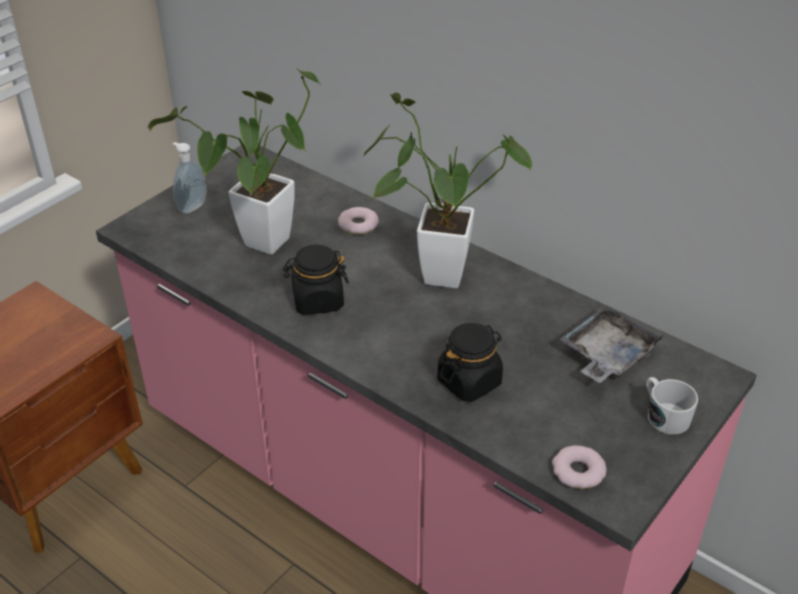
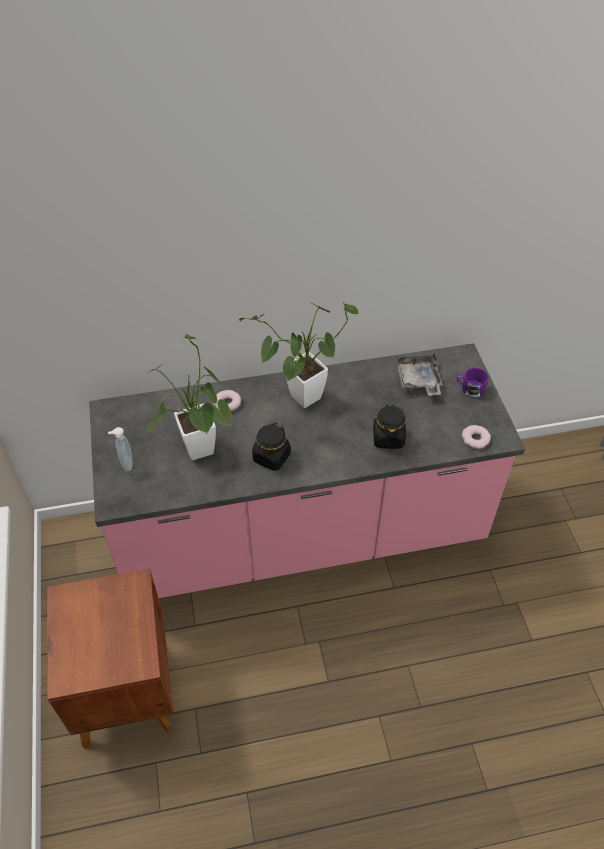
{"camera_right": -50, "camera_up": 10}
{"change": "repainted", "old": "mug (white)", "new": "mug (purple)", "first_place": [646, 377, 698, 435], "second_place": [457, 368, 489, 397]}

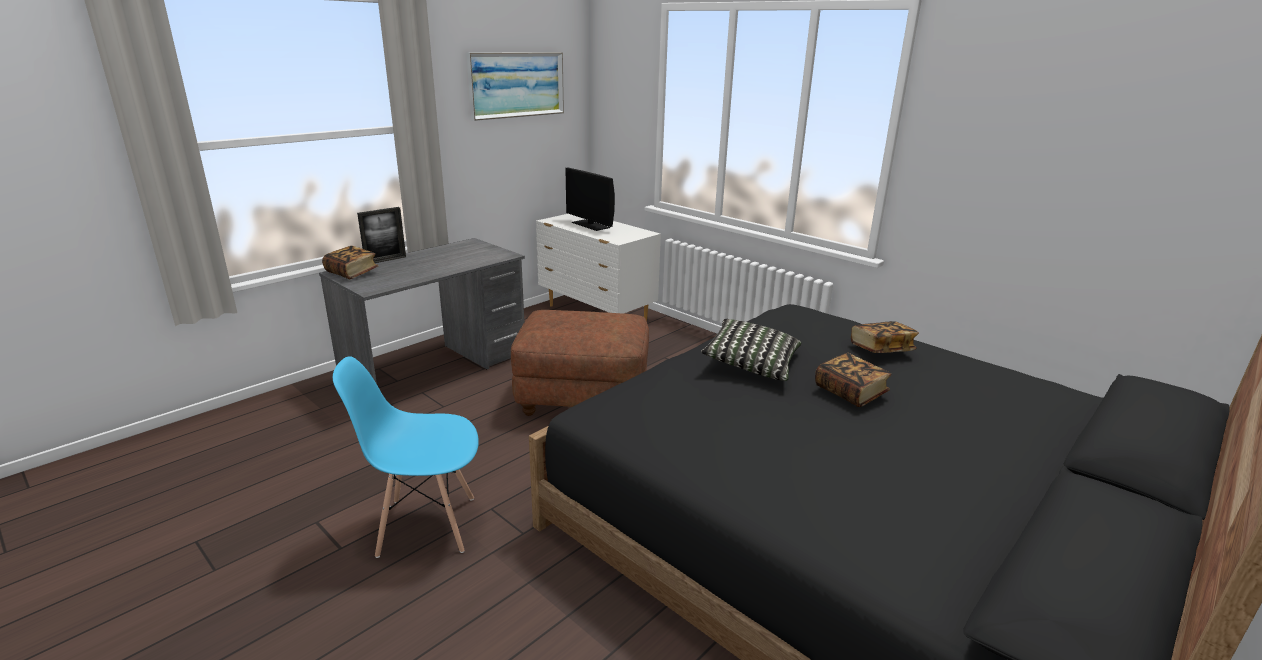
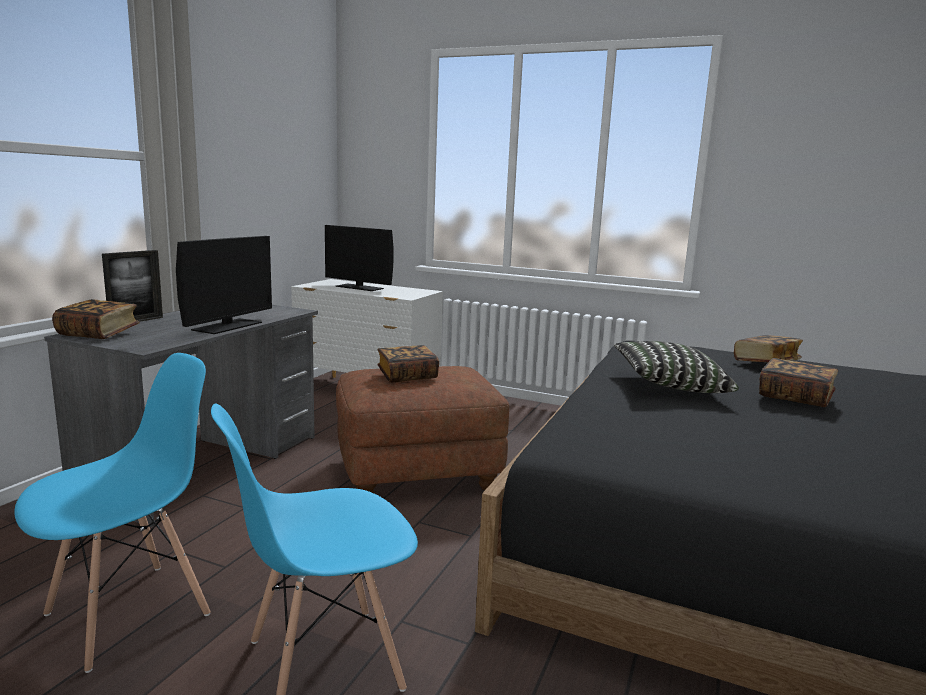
{"camera_right": -20, "camera_up": -10}
{"change": "gone", "old": "picture", "first_place": [466, 52, 564, 121]}
{"change": "new", "new": "monitor", "second_place": [176, 236, 272, 334]}
{"change": "new", "new": "book", "second_place": [377, 345, 439, 383]}
{"change": "new", "new": "chair (blue)", "second_place": [14, 353, 211, 673]}

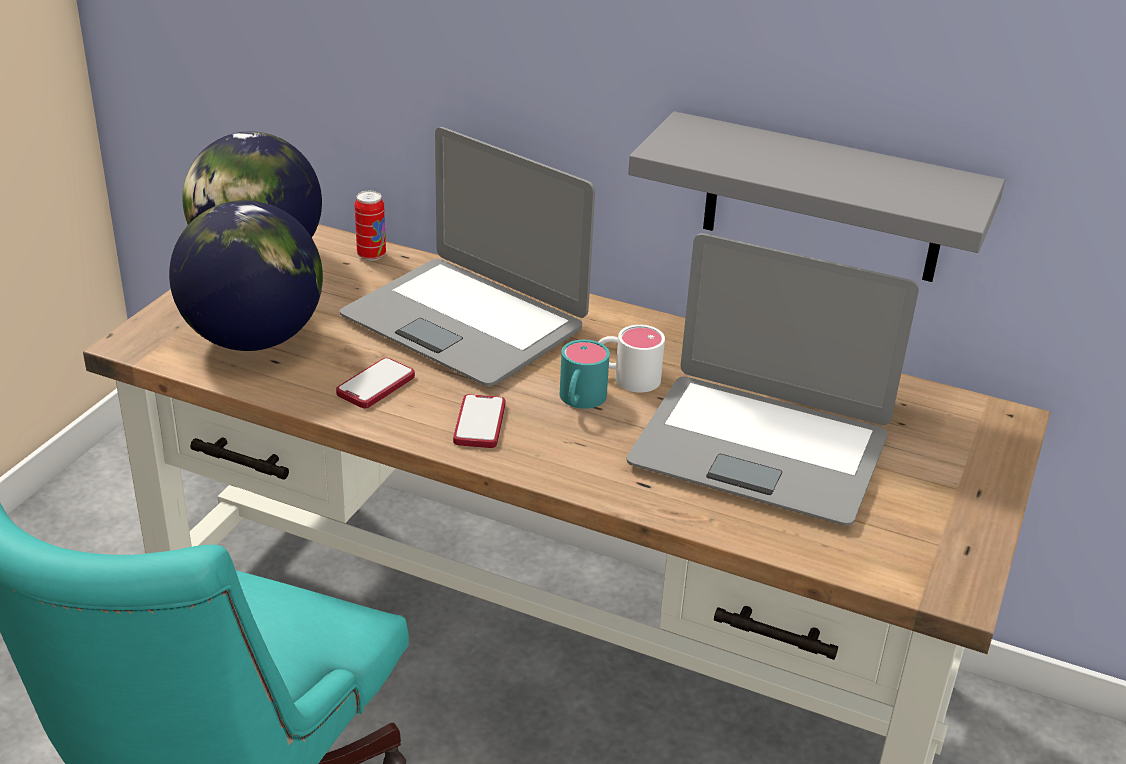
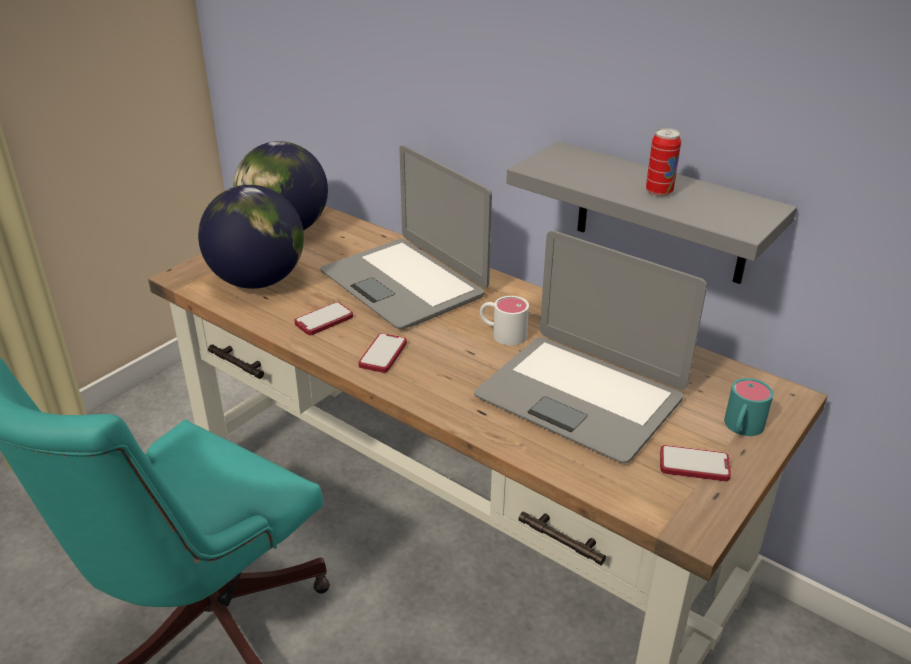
{"camera_right": 15, "camera_up": 0}
{"change": "shifted", "old": "can", "first_place": [355, 191, 386, 261], "second_place": [646, 128, 681, 197]}
{"change": "shifted", "old": "mug (turquoise)", "first_place": [560, 340, 610, 409], "second_place": [724, 378, 773, 436]}
{"change": "new", "new": "phone", "second_place": [660, 445, 731, 481]}

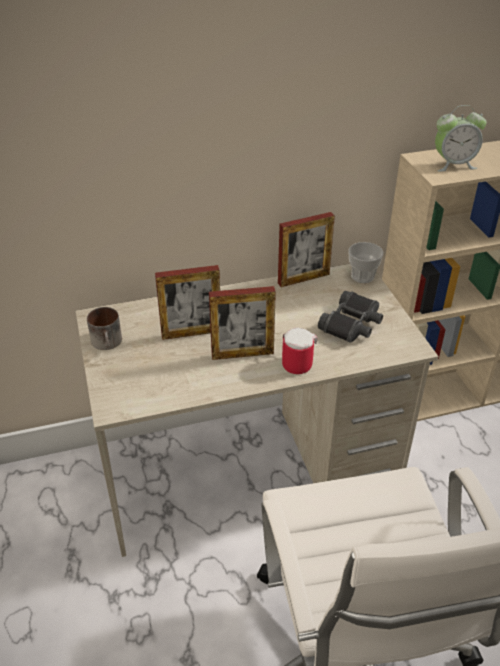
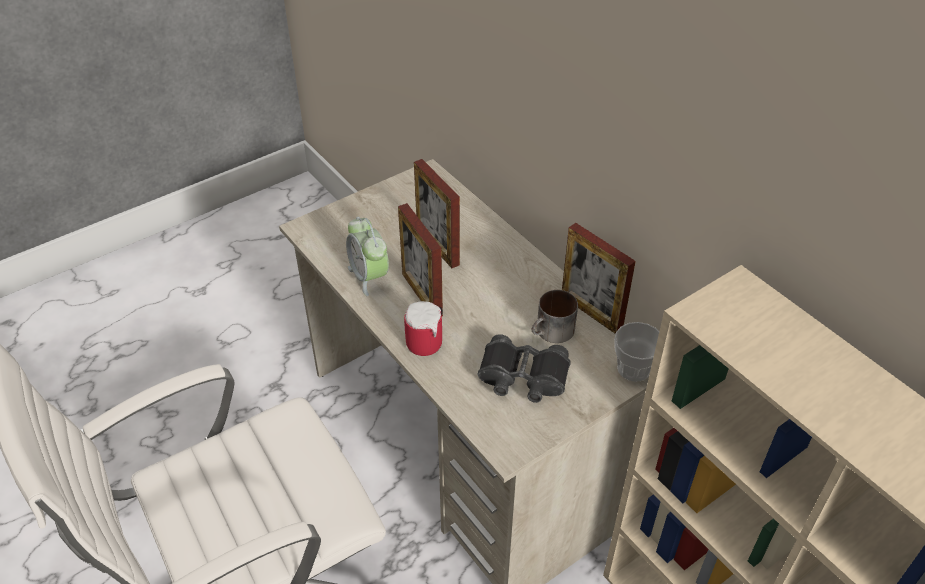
{"camera_right": 70, "camera_up": 5}
{"change": "shifted", "old": "alarm clock", "first_place": [435, 105, 486, 172], "second_place": [346, 216, 389, 296]}
{"change": "shifted", "old": "mug", "first_place": [87, 307, 122, 350], "second_place": [532, 290, 578, 343]}

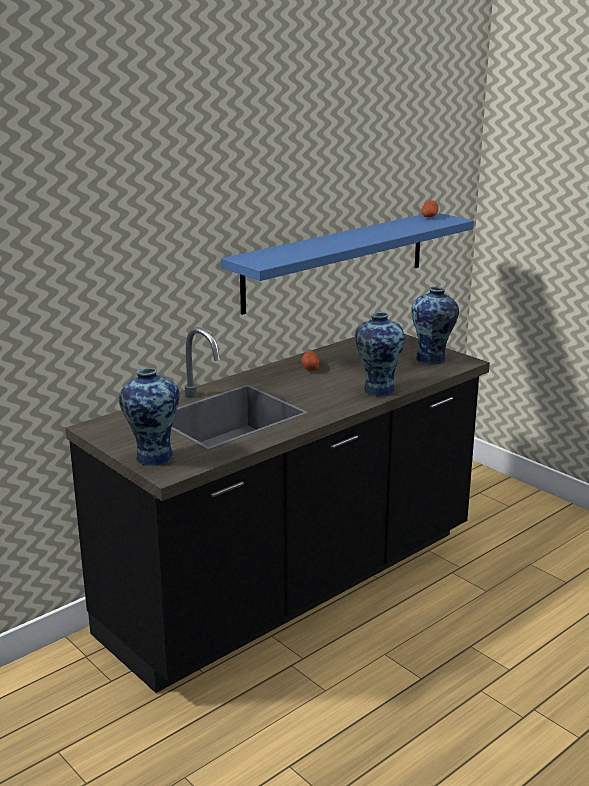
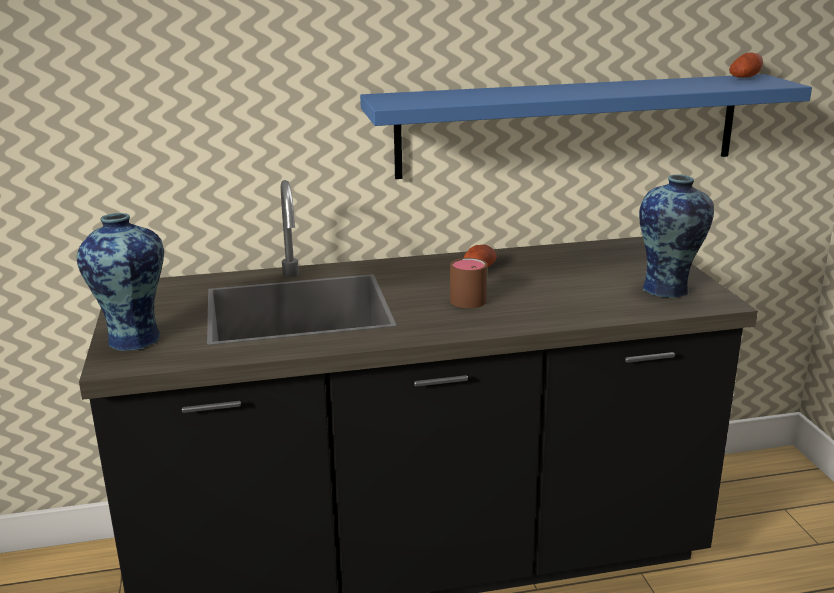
{"camera_right": 30, "camera_up": 0}
{"change": "gone", "old": "vase", "first_place": [355, 312, 405, 396]}
{"change": "new", "new": "mug (brown)", "second_place": [450, 258, 487, 308]}

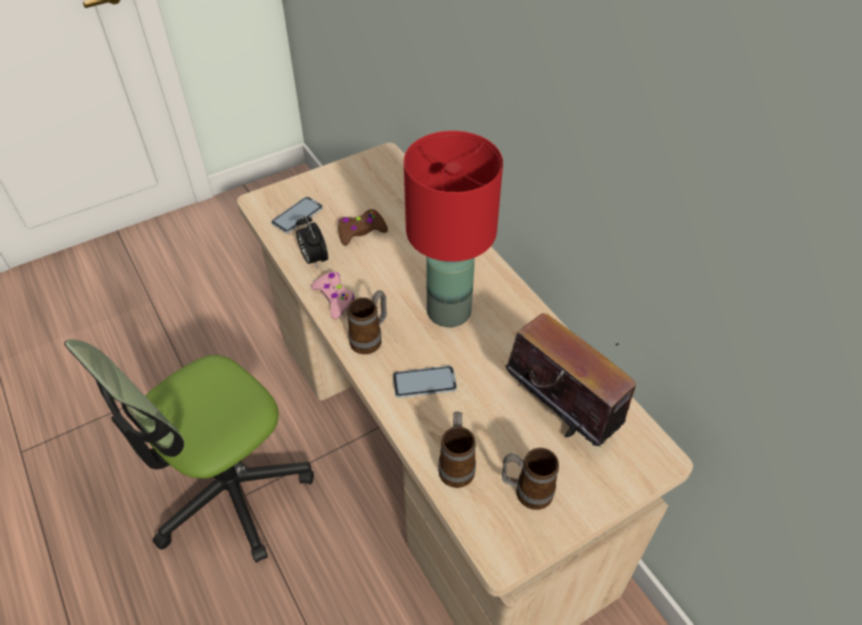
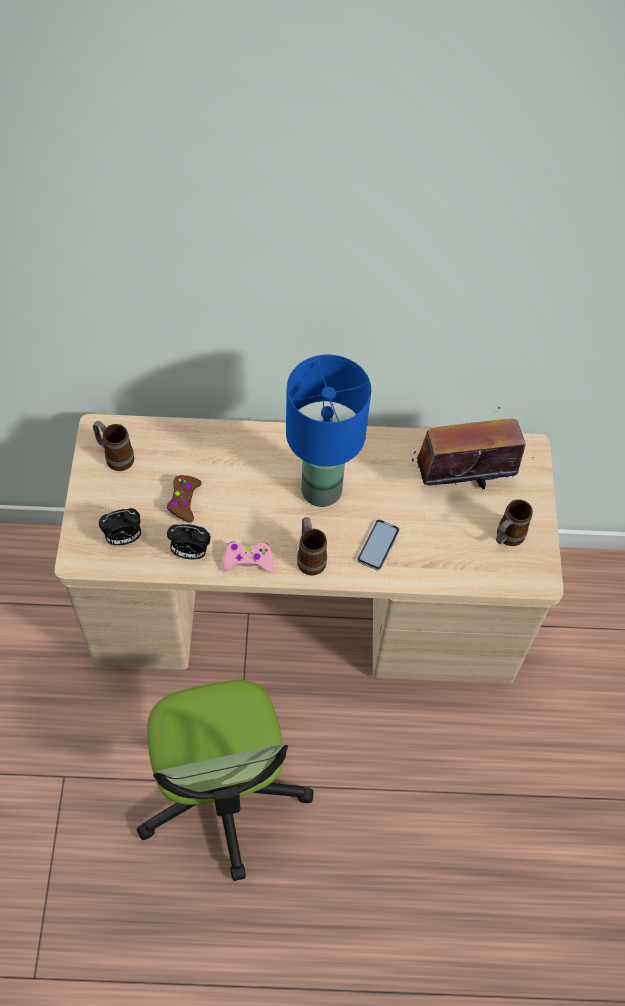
{"camera_right": -60, "camera_up": 10}
{"change": "repainted", "old": "table lamp (red)", "new": "table lamp (blue)", "first_place": [404, 131, 503, 327], "second_place": [286, 355, 371, 507]}
{"change": "swapped", "old": "phone", "new": "alarm clock", "first_place": [271, 197, 323, 233], "second_place": [99, 508, 141, 546]}
{"change": "shifted", "old": "mug", "first_place": [438, 411, 476, 488], "second_place": [93, 421, 134, 471]}

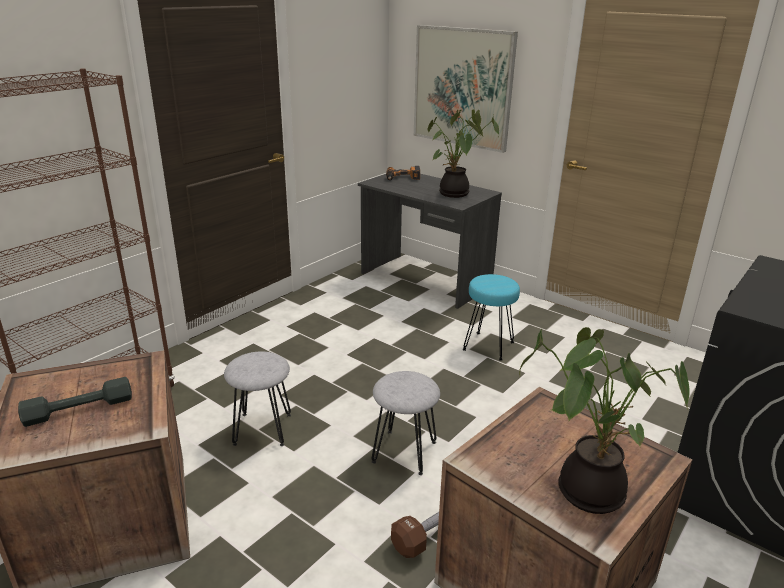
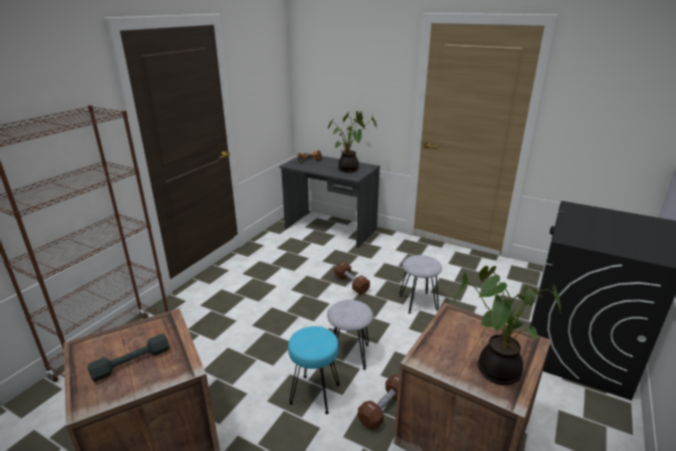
{"camera_right": -10, "camera_up": 0}
{"change": "gone", "old": "picture", "first_place": [414, 25, 518, 153]}
{"change": "shifted", "old": "stool (turquoise)", "first_place": [463, 274, 520, 361], "second_place": [288, 326, 340, 414]}
{"change": "shifted", "old": "stool (grey)", "first_place": [224, 351, 291, 446], "second_place": [400, 255, 442, 314]}
{"change": "new", "new": "dumbbell (brown)", "second_place": [334, 261, 370, 295]}

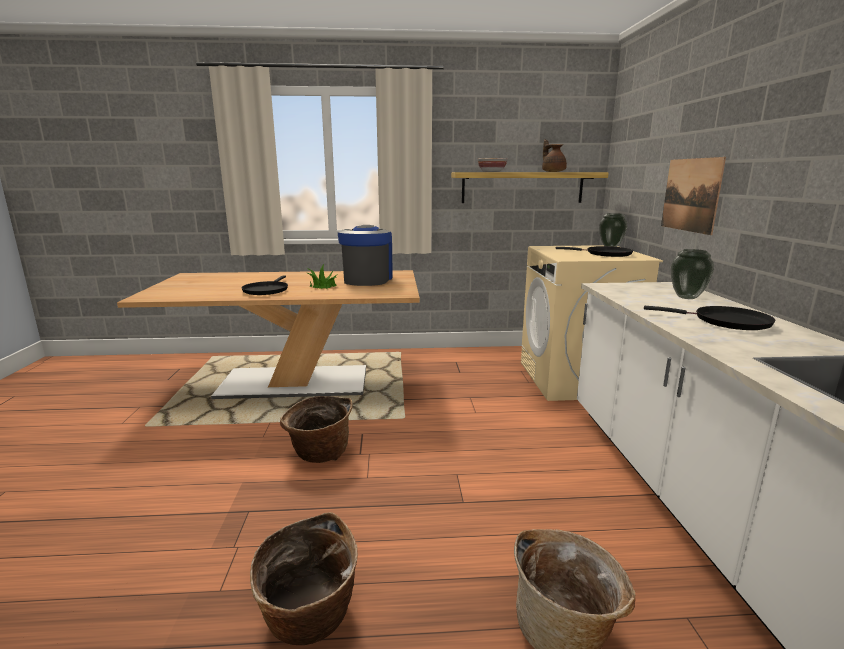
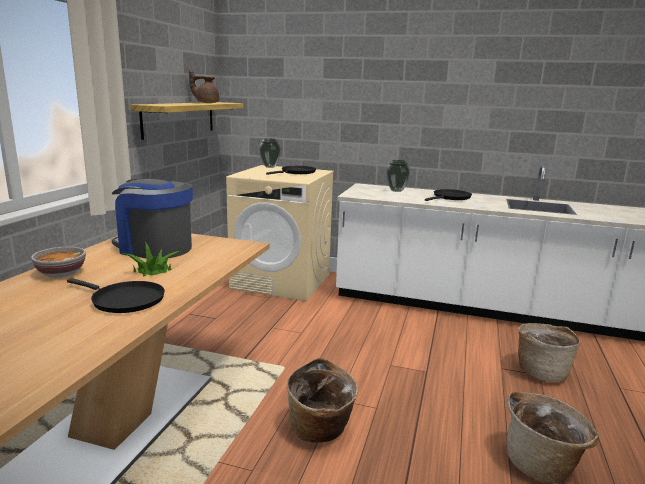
{"camera_right": -70, "camera_up": 0}
{"change": "gone", "old": "picture", "first_place": [661, 157, 726, 235]}
{"change": "shifted", "old": "bowl", "first_place": [478, 158, 507, 172], "second_place": [31, 247, 86, 277]}

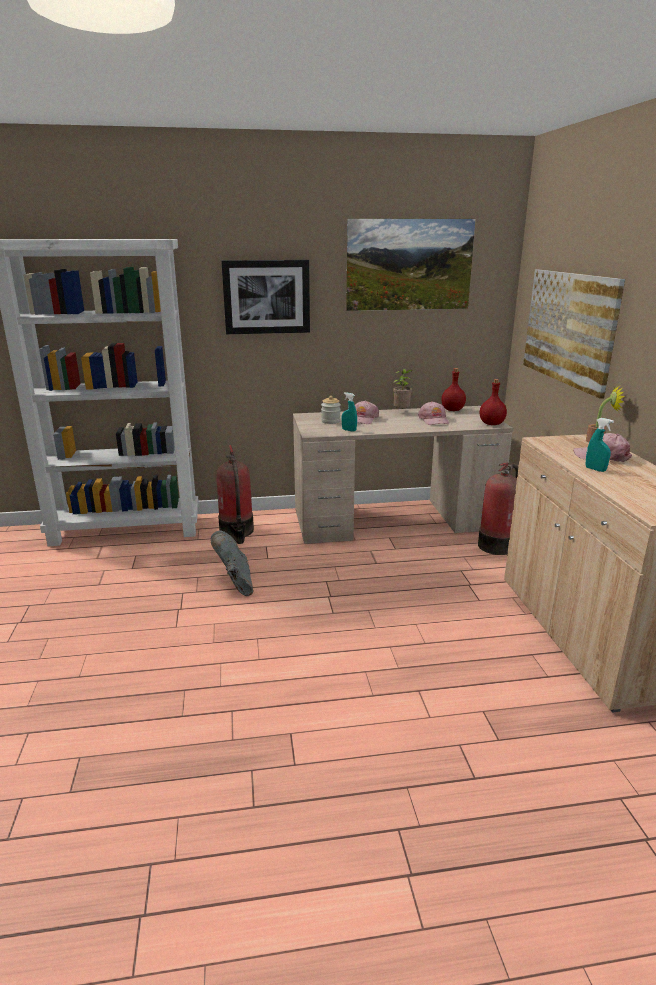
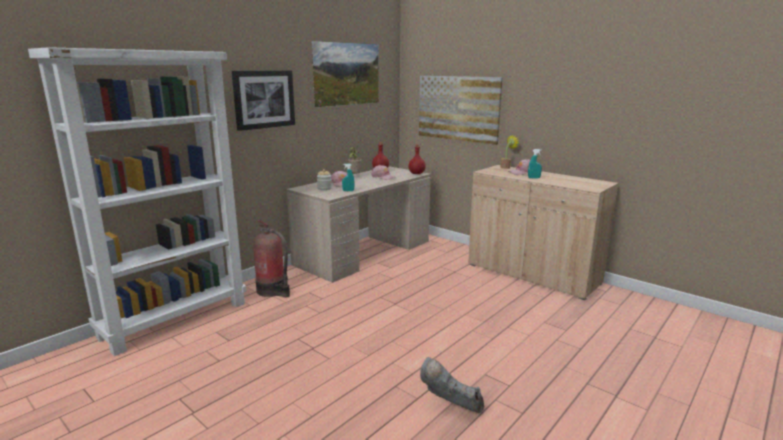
{"camera_right": -40, "camera_up": -5}
{"change": "gone", "old": "fire extinguisher", "first_place": [478, 462, 518, 555]}
{"change": "shifted", "old": "boot (grey)", "first_place": [211, 530, 253, 596], "second_place": [420, 357, 484, 414]}

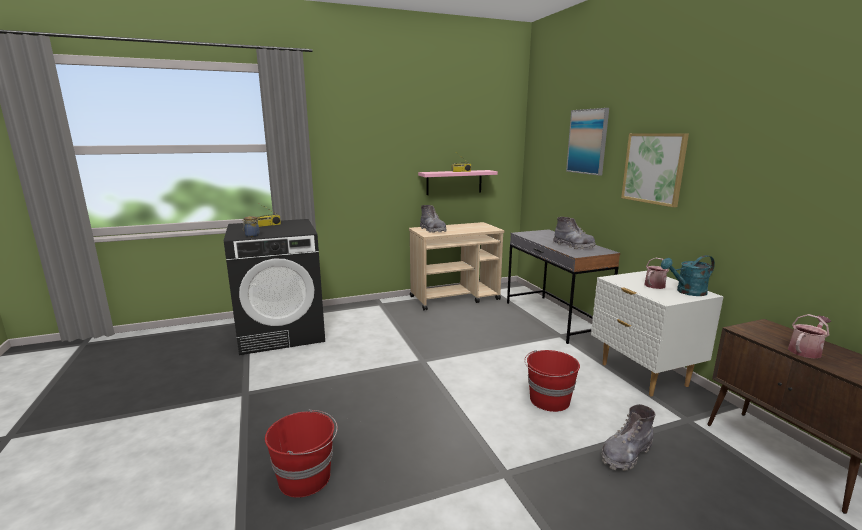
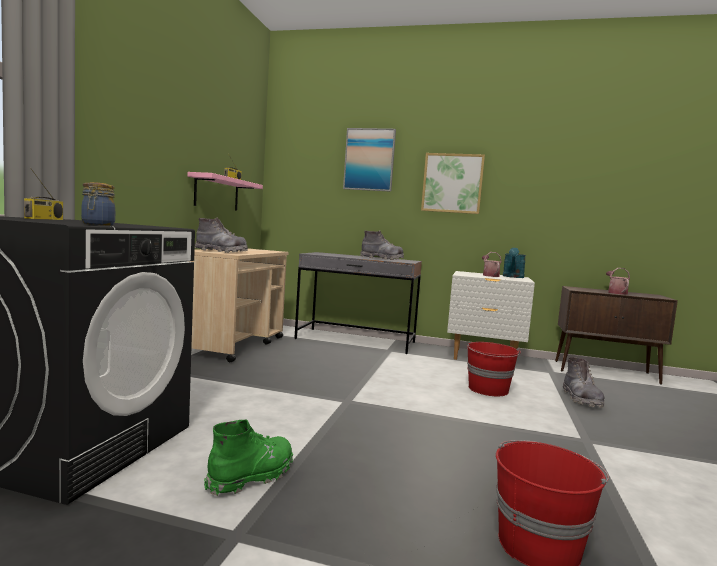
{"camera_right": -55, "camera_up": -10}
{"change": "new", "new": "boot (green)", "second_place": [204, 419, 293, 496]}

